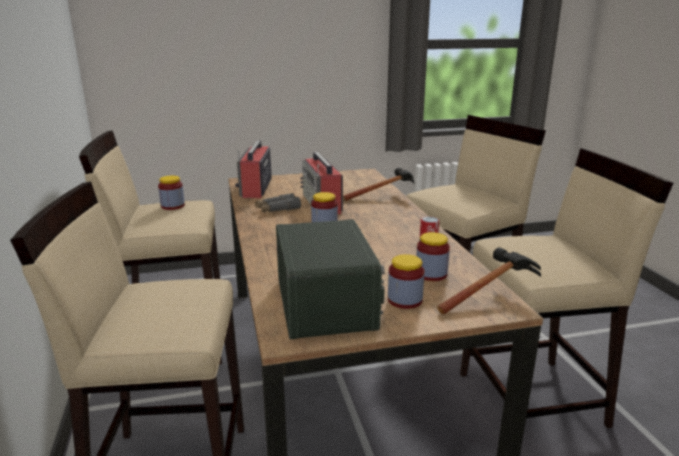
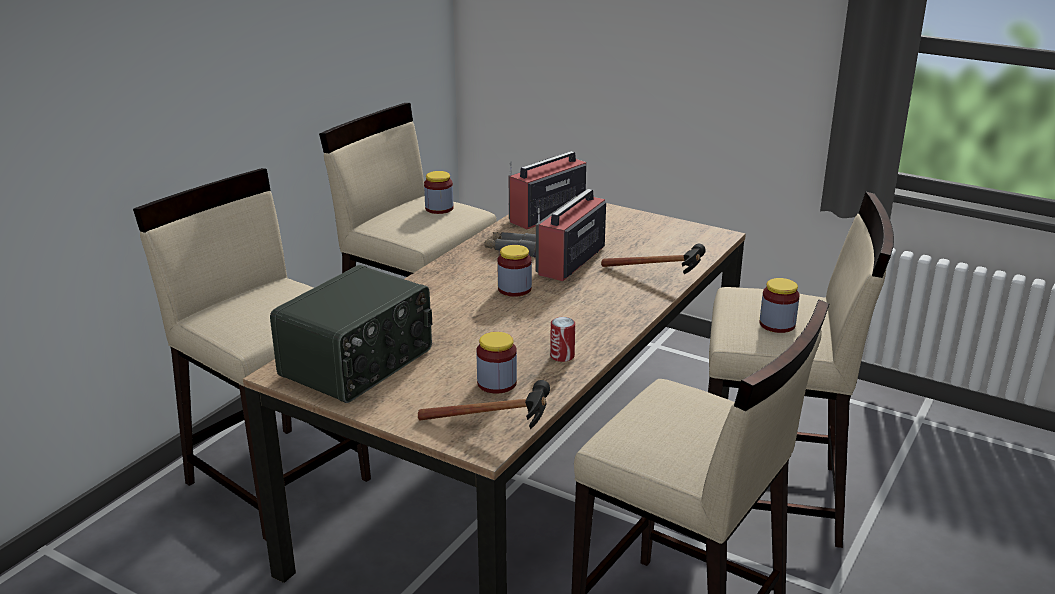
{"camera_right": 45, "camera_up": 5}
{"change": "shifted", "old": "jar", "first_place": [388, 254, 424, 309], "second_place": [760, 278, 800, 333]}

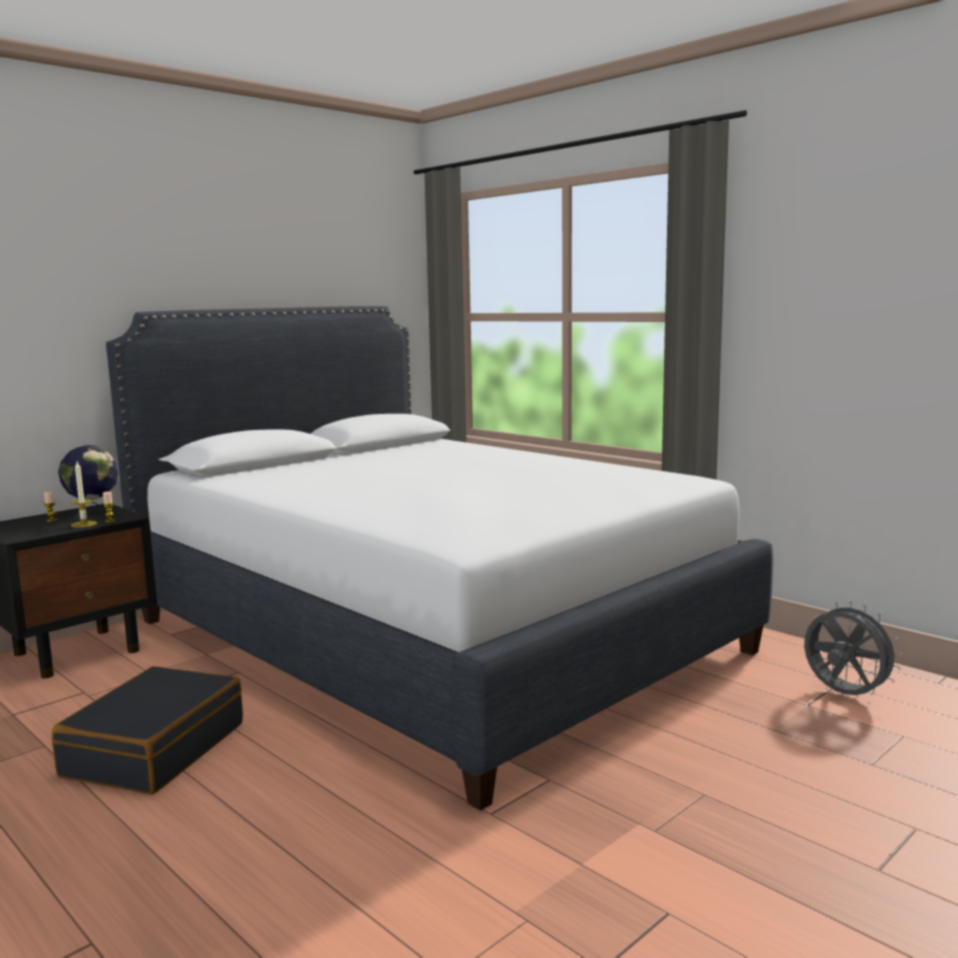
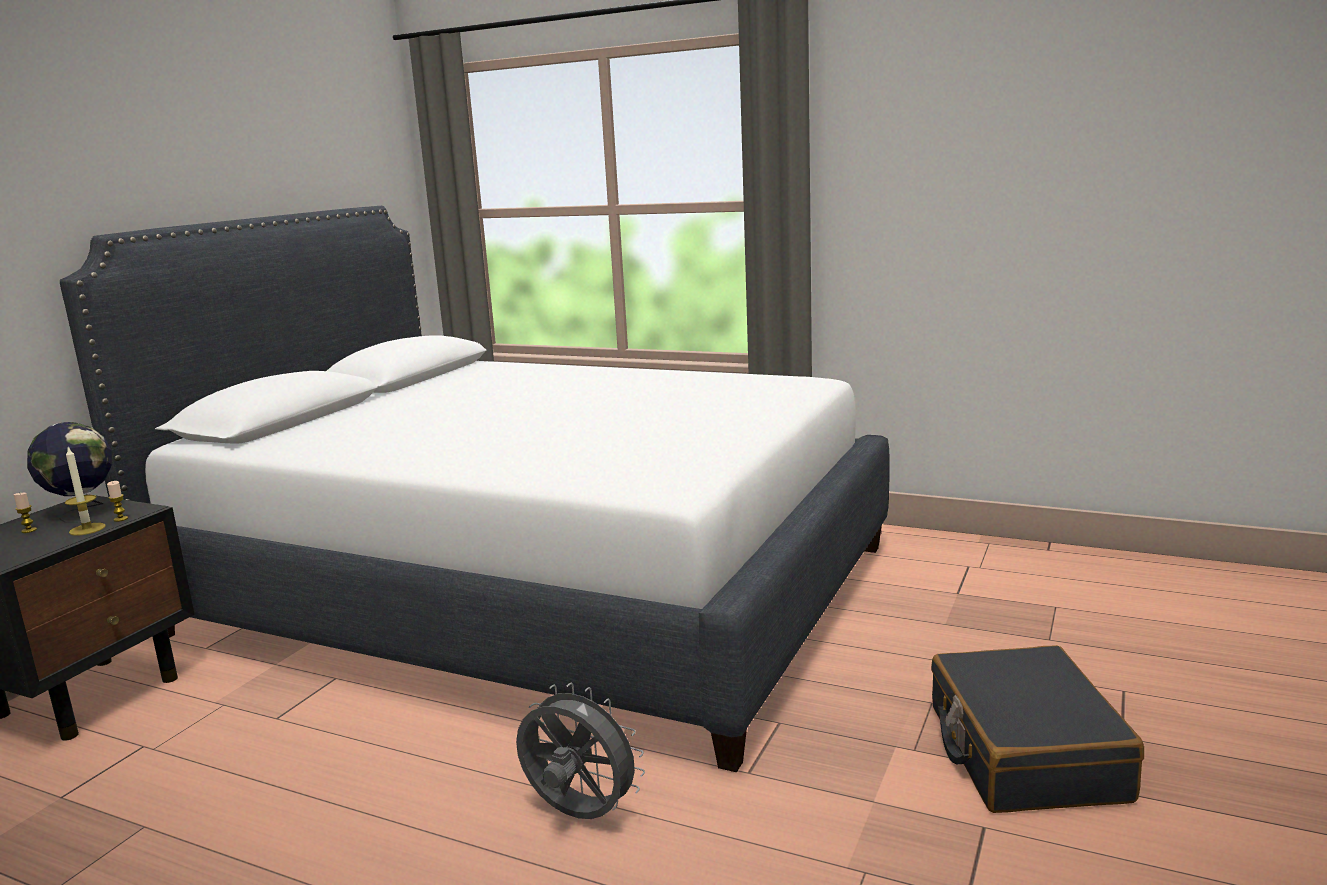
{"camera_right": -20, "camera_up": 5}
{"change": "shifted", "old": "fan (grey)", "first_place": [804, 601, 902, 695], "second_place": [516, 683, 645, 819]}
{"change": "shifted", "old": "suitcase (black)", "first_place": [52, 666, 243, 795], "second_place": [931, 645, 1144, 813]}

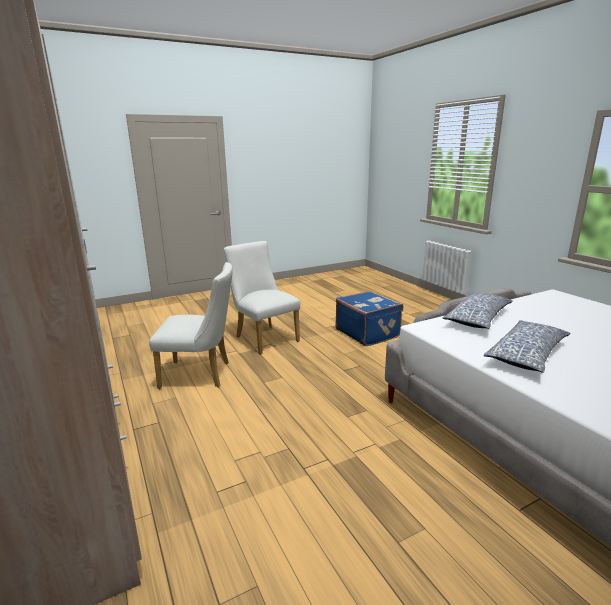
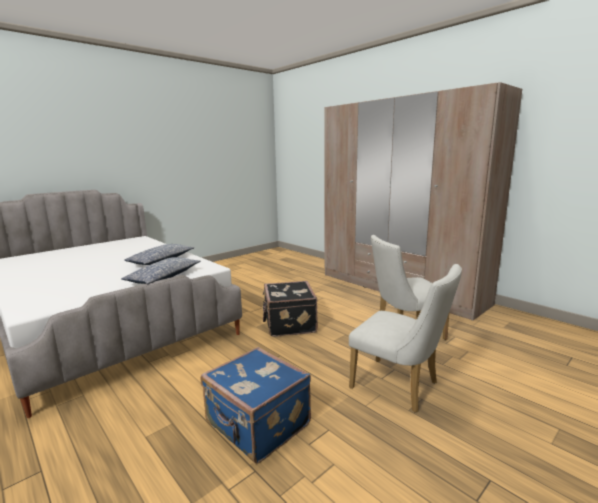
{"camera_right": 165, "camera_up": -5}
{"change": "new", "new": "suitcase (black)", "second_place": [263, 281, 318, 337]}

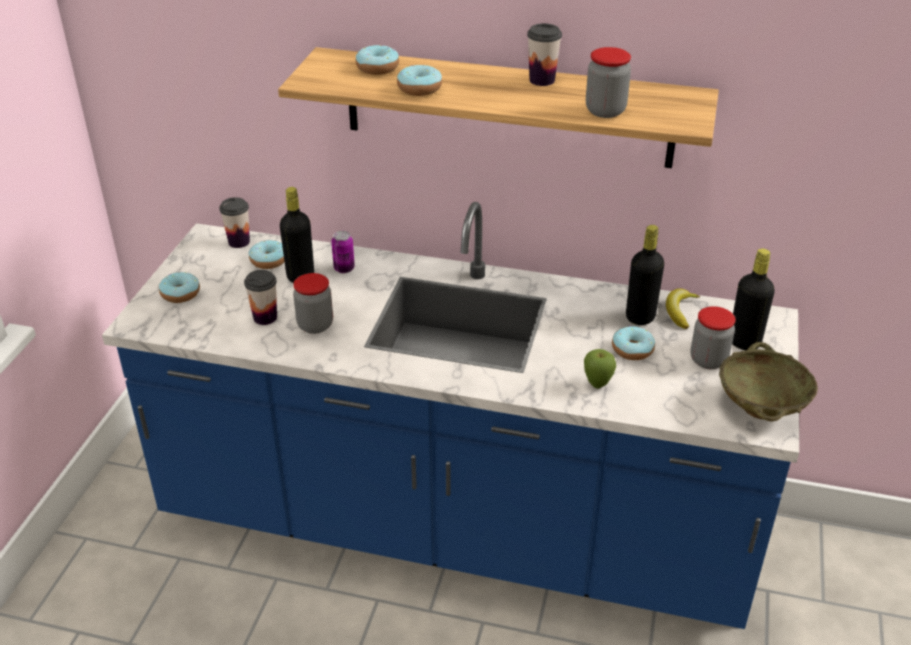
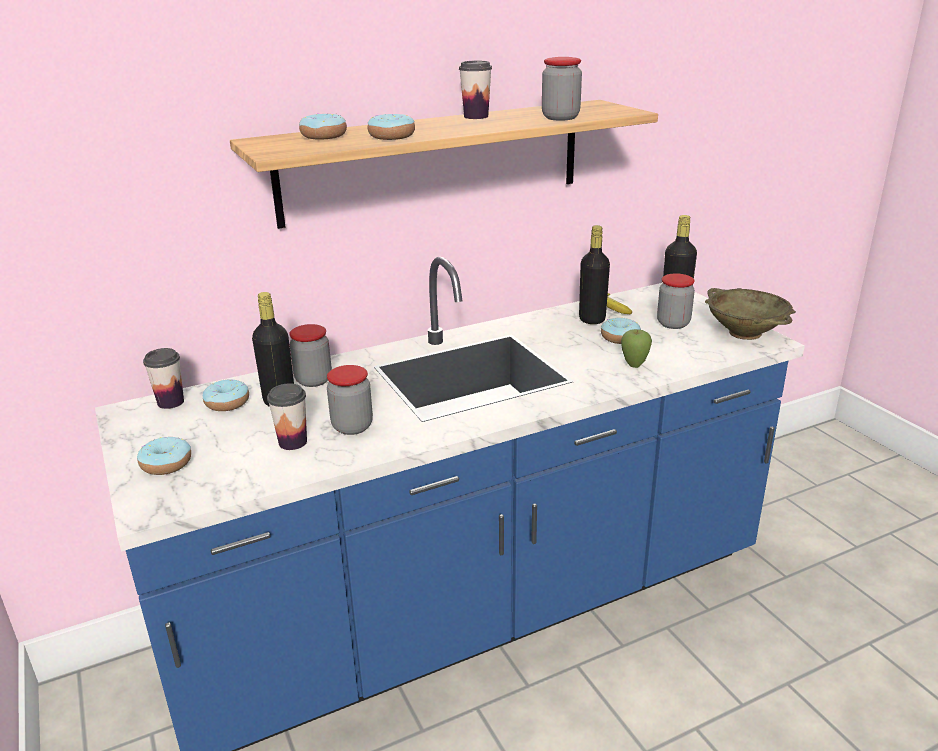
{"camera_right": -40, "camera_up": -10}
{"change": "swapped", "old": "can", "new": "jar", "first_place": [331, 231, 355, 273], "second_place": [289, 324, 332, 387]}

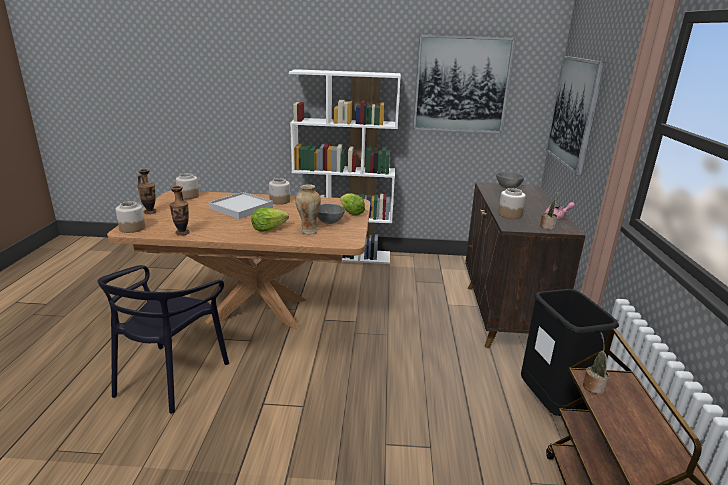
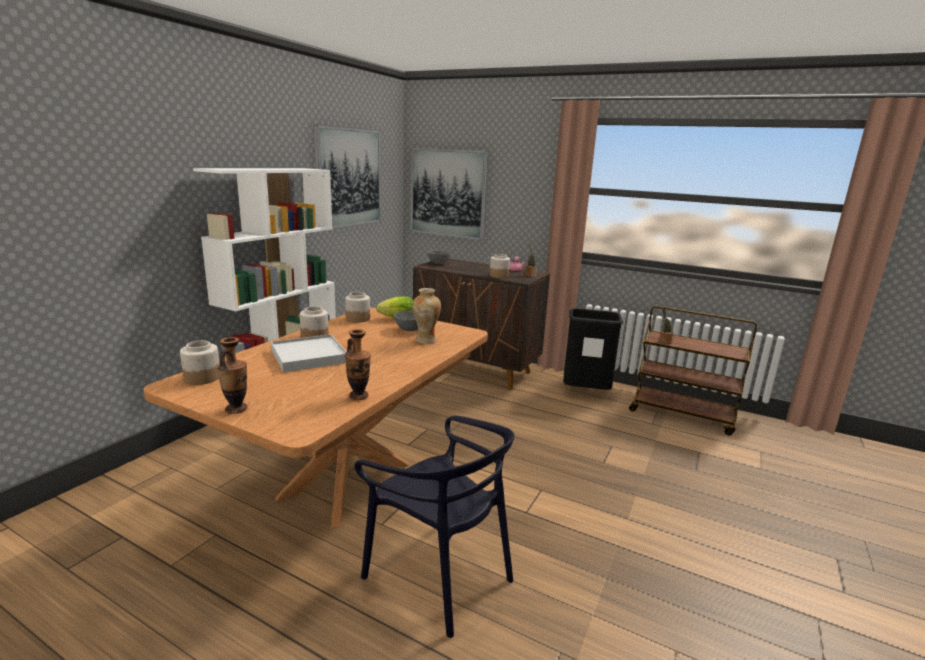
{"camera_right": -65, "camera_up": -5}
{"change": "shifted", "old": "jar", "first_place": [116, 201, 145, 233], "second_place": [345, 292, 370, 323]}
{"change": "gone", "old": "lettuce", "first_place": [251, 208, 289, 232]}

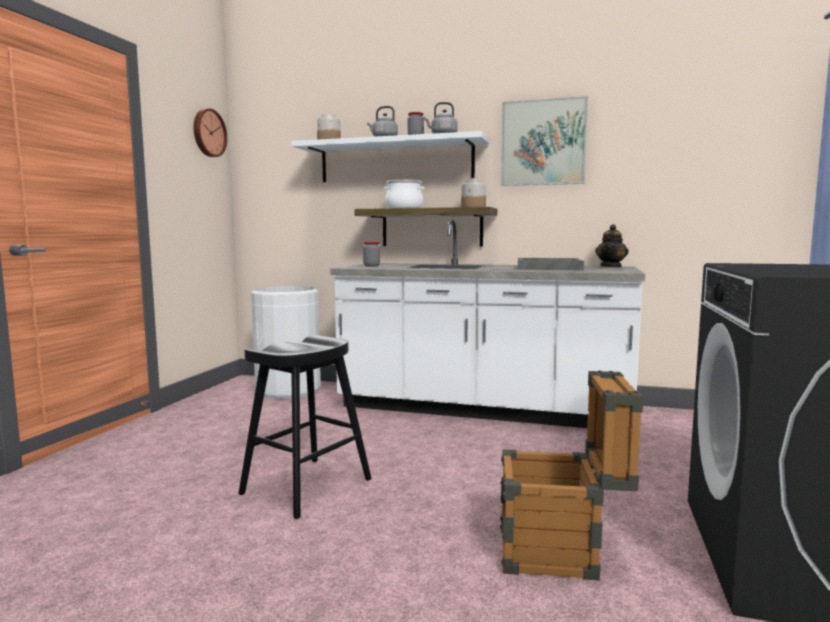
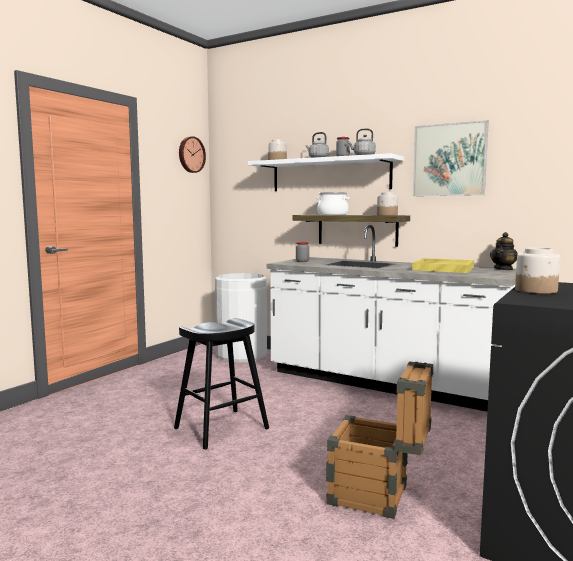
{"camera_right": 15, "camera_up": 0}
{"change": "repainted", "old": "tray (grey)", "new": "tray (yellow)", "first_place": [518, 258, 584, 270], "second_place": [412, 258, 474, 273]}
{"change": "new", "new": "jar", "second_place": [515, 247, 560, 294]}

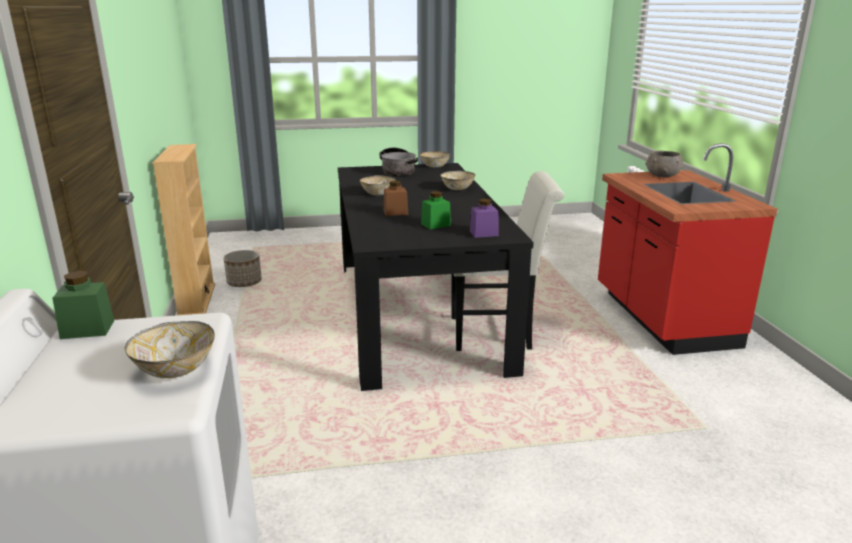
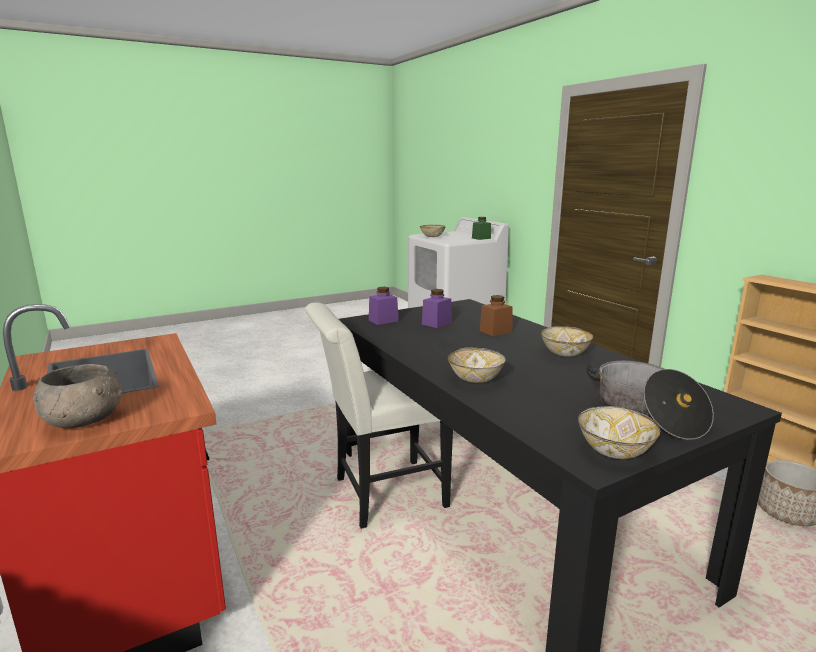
{"camera_right": 160, "camera_up": -5}
{"change": "repainted", "old": "jar (green)", "new": "jar (purple)", "first_place": [421, 191, 451, 230], "second_place": [422, 289, 452, 328]}

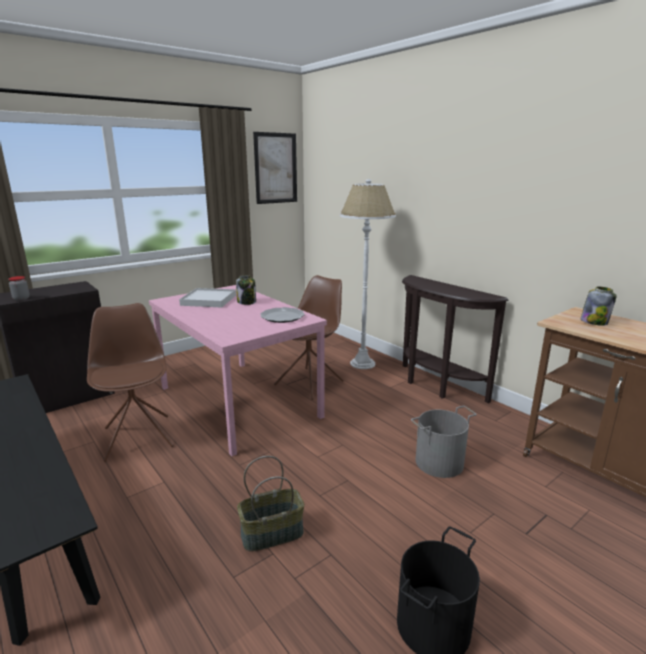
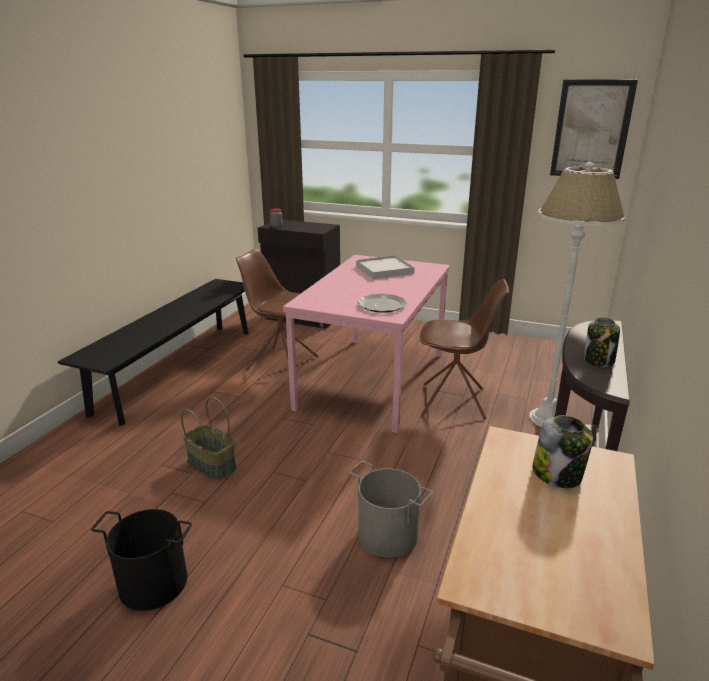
{"camera_right": 60, "camera_up": 5}
{"change": "shifted", "old": "jar", "first_place": [236, 275, 256, 305], "second_place": [584, 317, 620, 367]}
{"change": "rotated", "old": "chair (brown)", "first_place": [87, 303, 174, 462], "second_place": [236, 249, 318, 370], "degrees": -105}

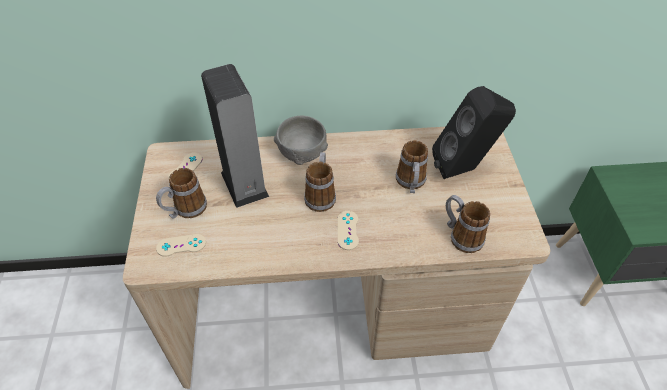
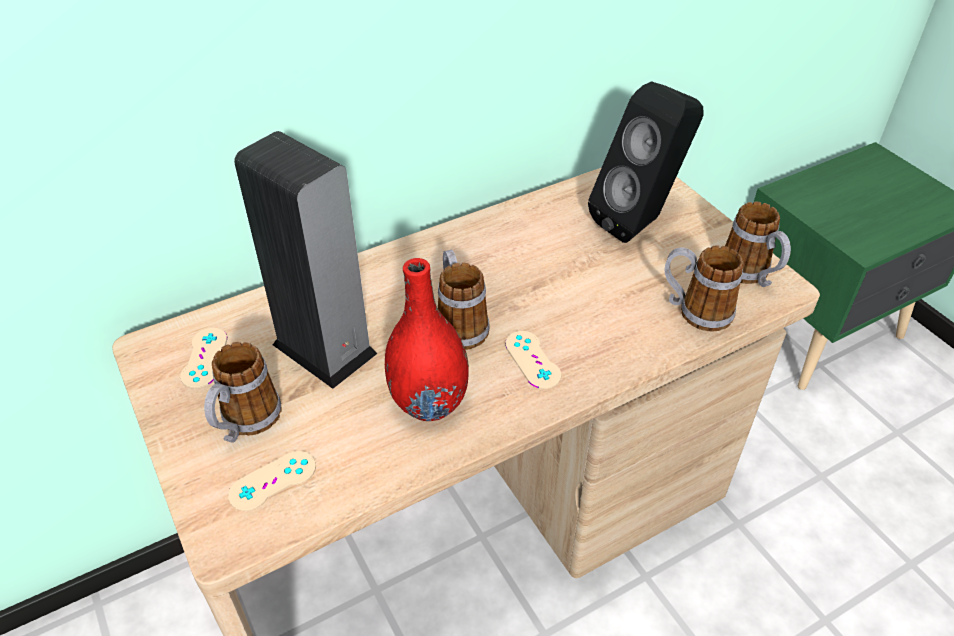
{"camera_right": -25, "camera_up": -5}
{"change": "gone", "old": "bowl (grey)", "first_place": [274, 116, 328, 165]}
{"change": "shifted", "old": "mug", "first_place": [396, 140, 428, 193], "second_place": [725, 202, 791, 287]}
{"change": "new", "new": "vase (red)", "second_place": [385, 258, 469, 421]}

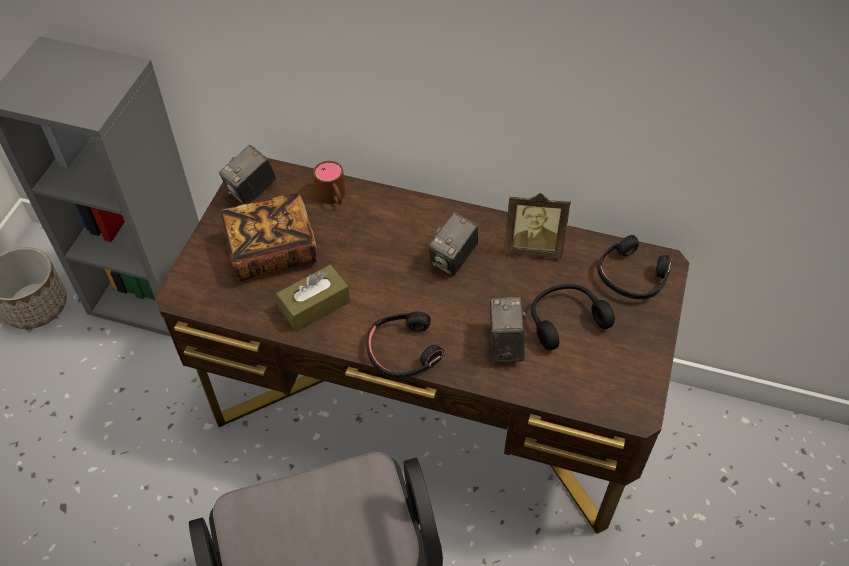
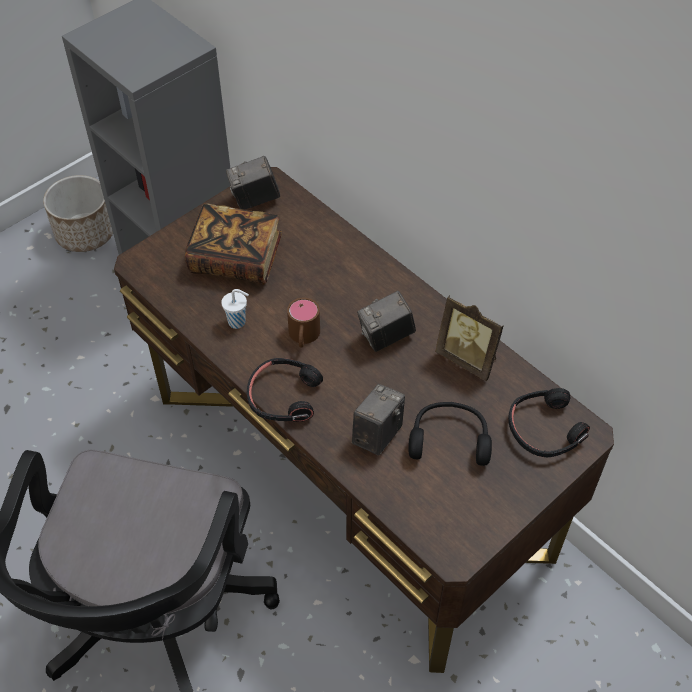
{"camera_right": 30, "camera_up": 0}
{"change": "shifted", "old": "mug (brown)", "first_place": [313, 161, 345, 205], "second_place": [287, 298, 320, 348]}
{"change": "swapped", "old": "tissue box (brown)", "new": "cup (white)", "first_place": [276, 265, 350, 332], "second_place": [221, 289, 249, 329]}

